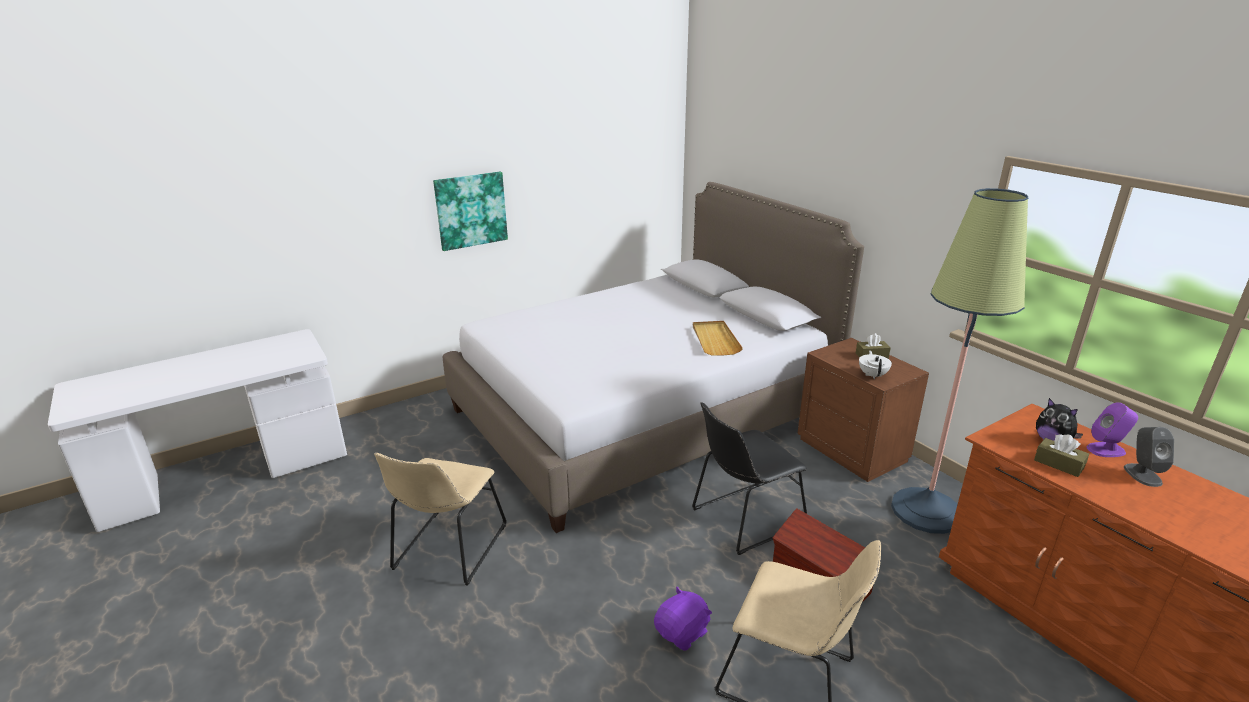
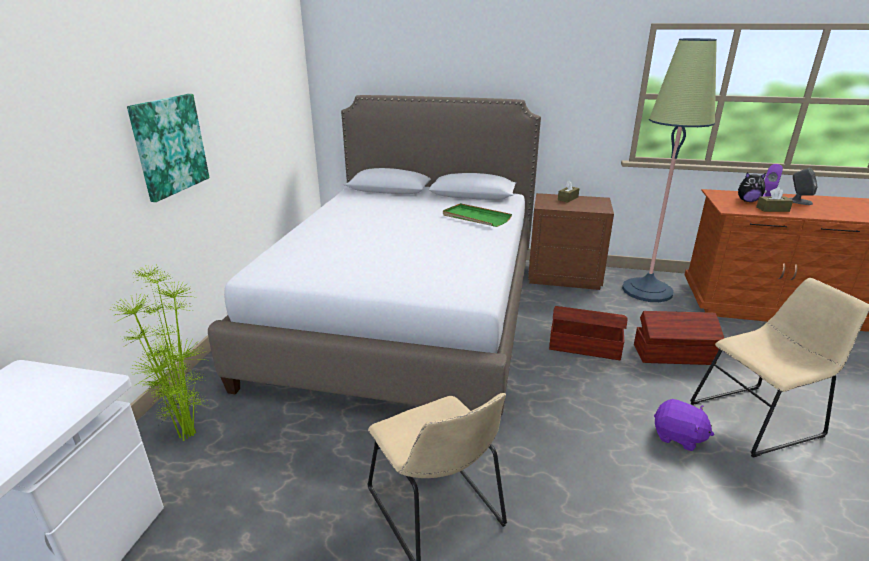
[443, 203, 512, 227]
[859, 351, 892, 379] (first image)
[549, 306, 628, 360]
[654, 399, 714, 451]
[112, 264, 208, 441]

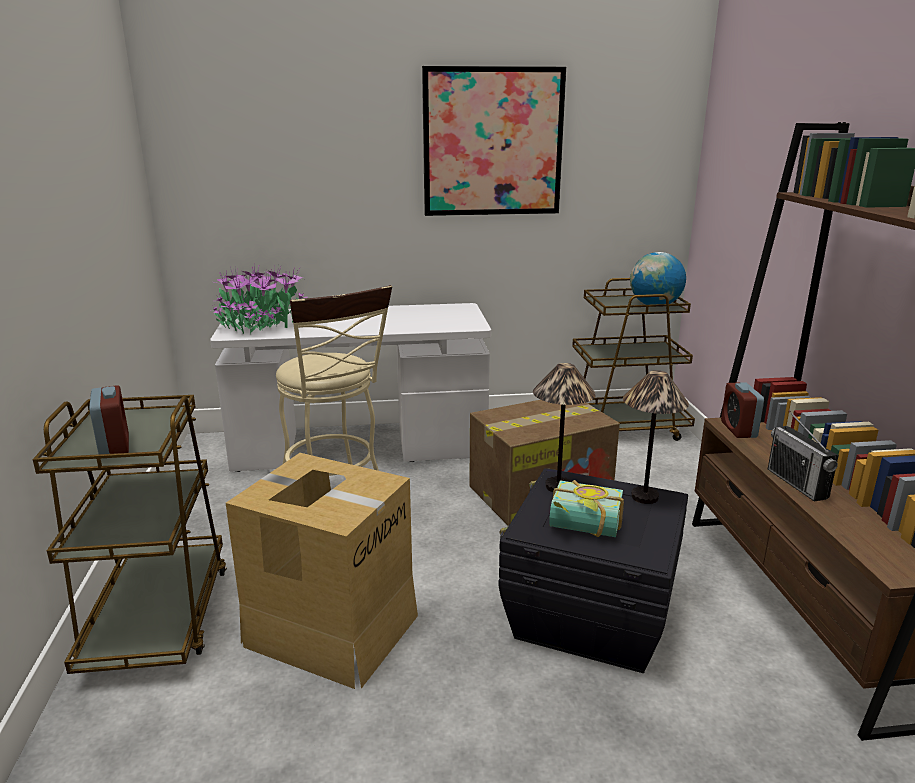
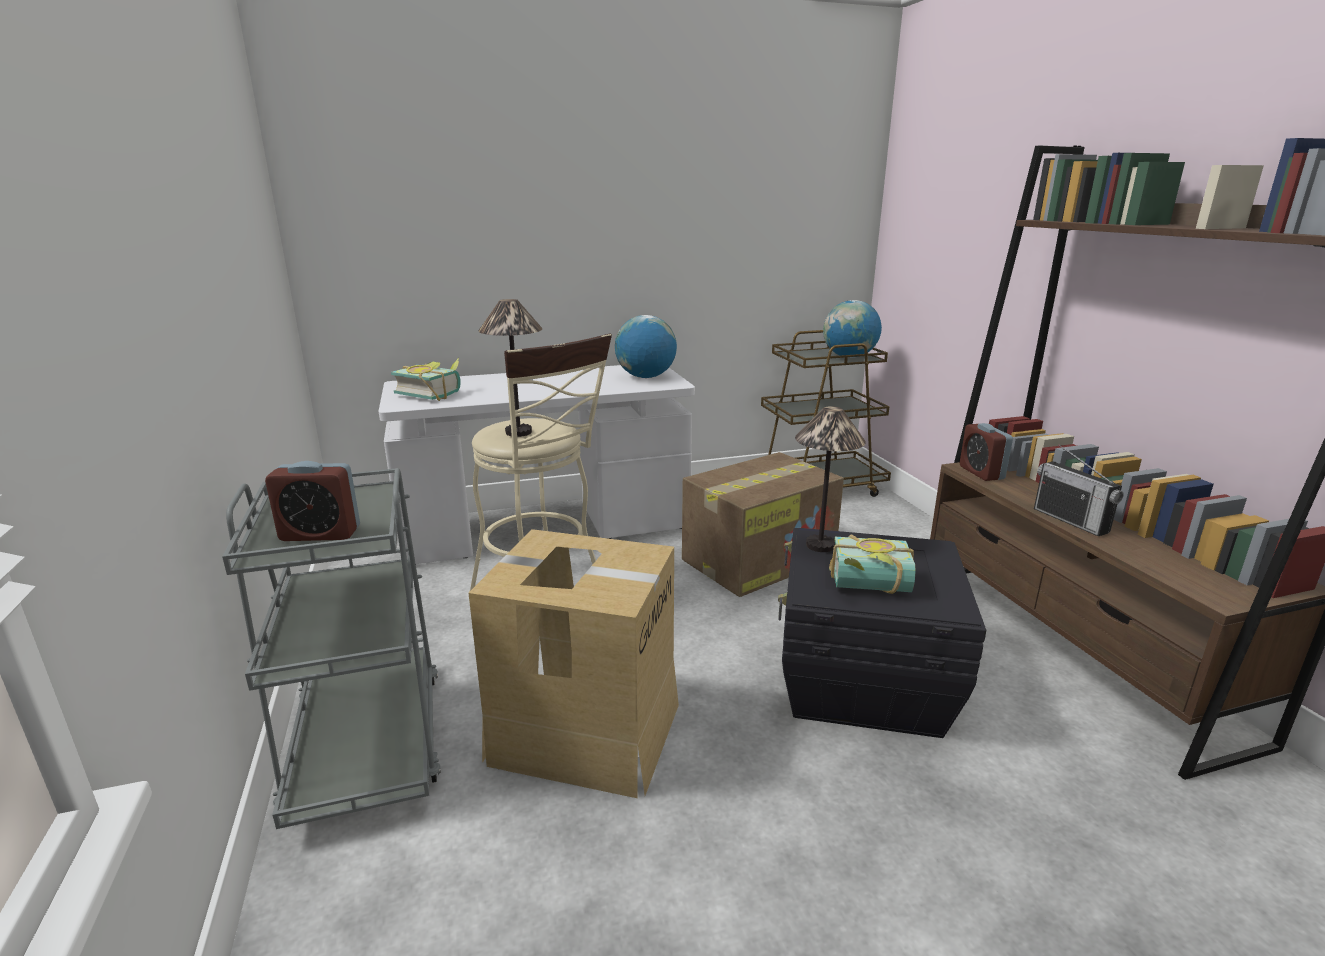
[422, 66, 566, 216] (first image)
[391, 358, 461, 401]
[478, 299, 542, 437]
[265, 461, 360, 541]
[222, 468, 441, 829]
[615, 315, 677, 378]

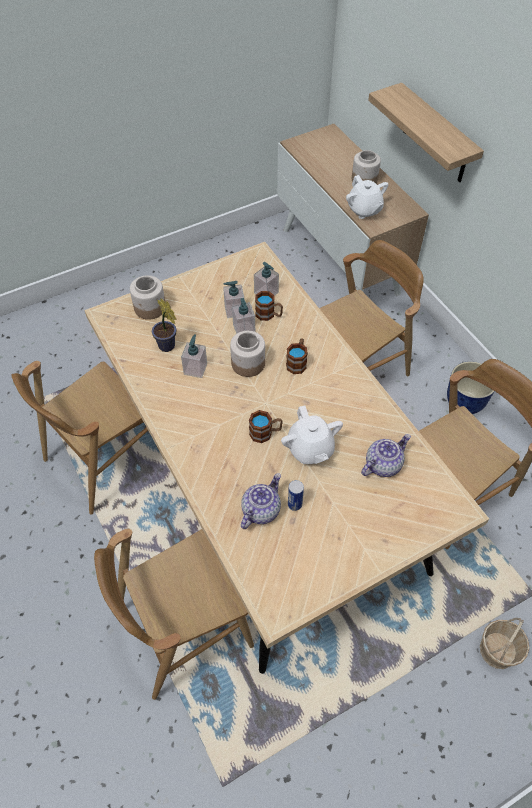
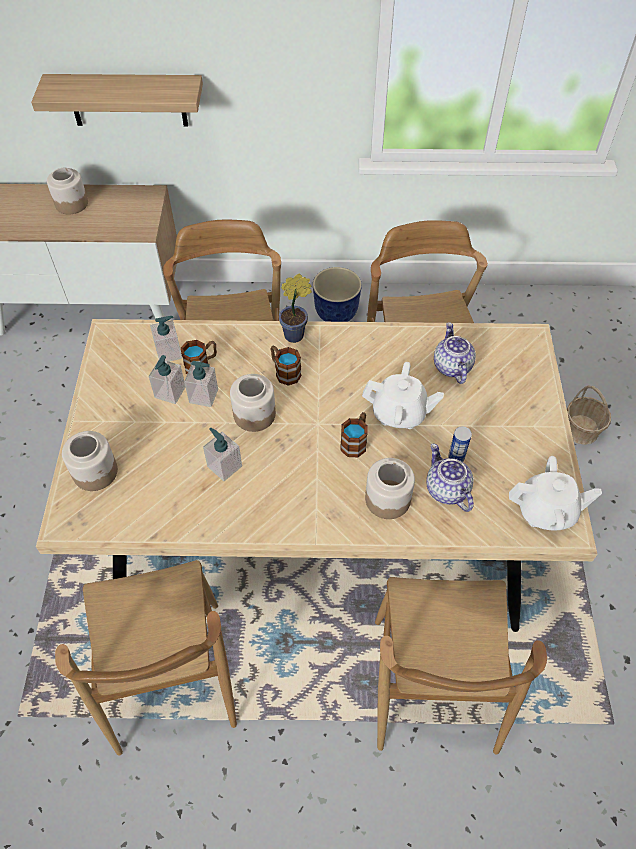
[509, 456, 602, 530]
[279, 274, 312, 343]
[365, 458, 415, 519]

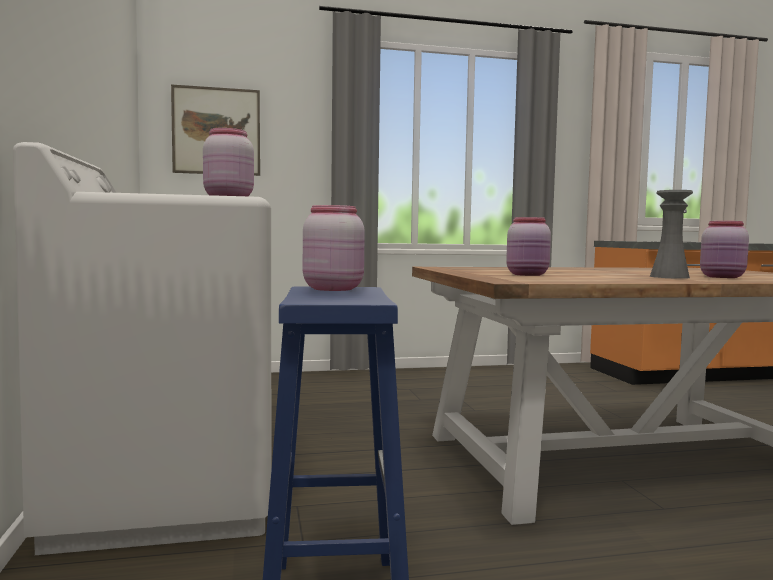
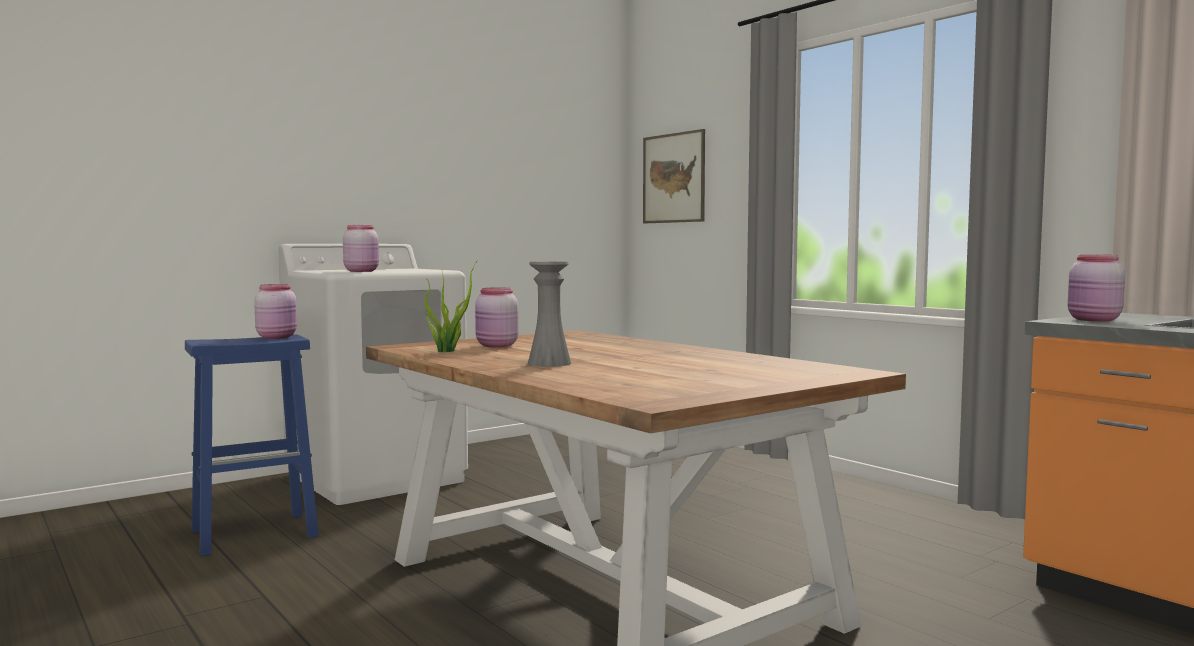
[1068, 255, 1125, 321]
[425, 261, 477, 352]

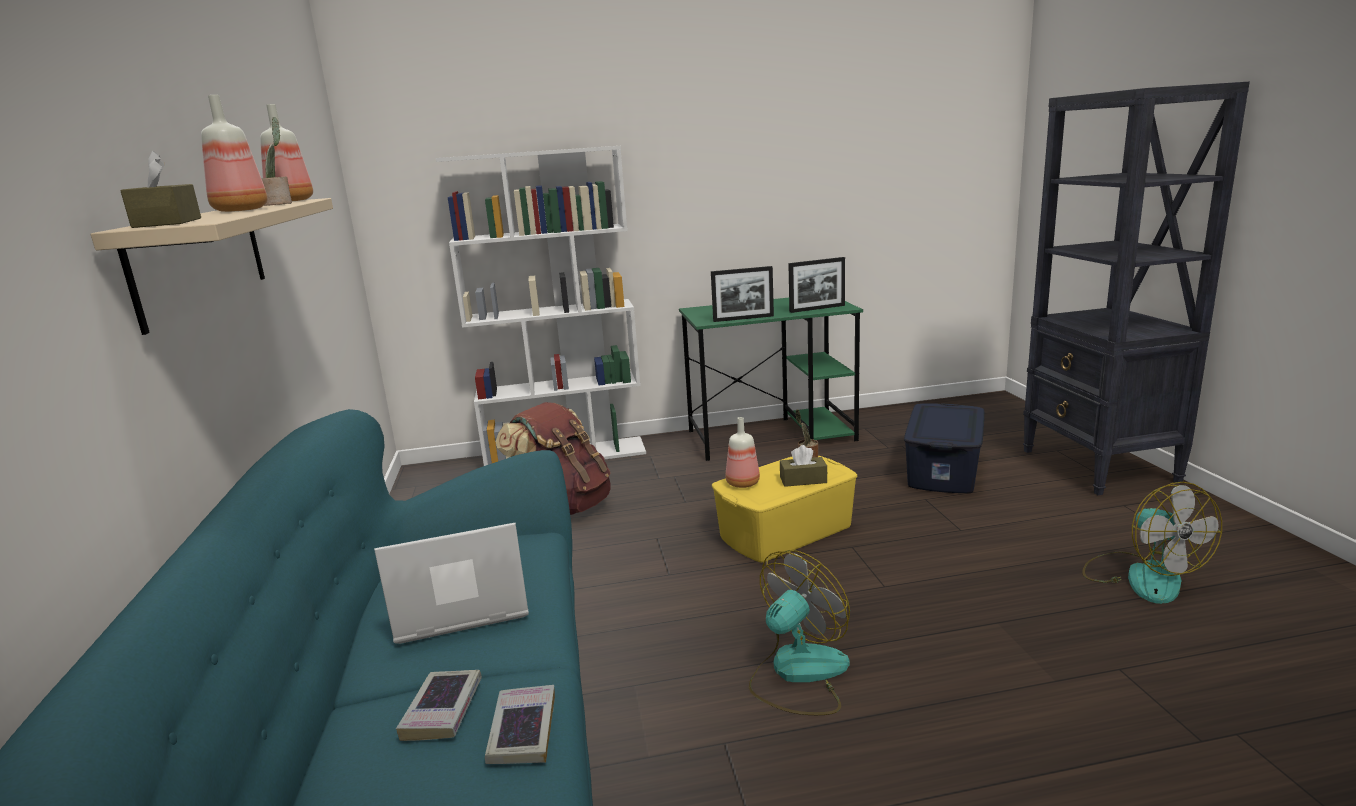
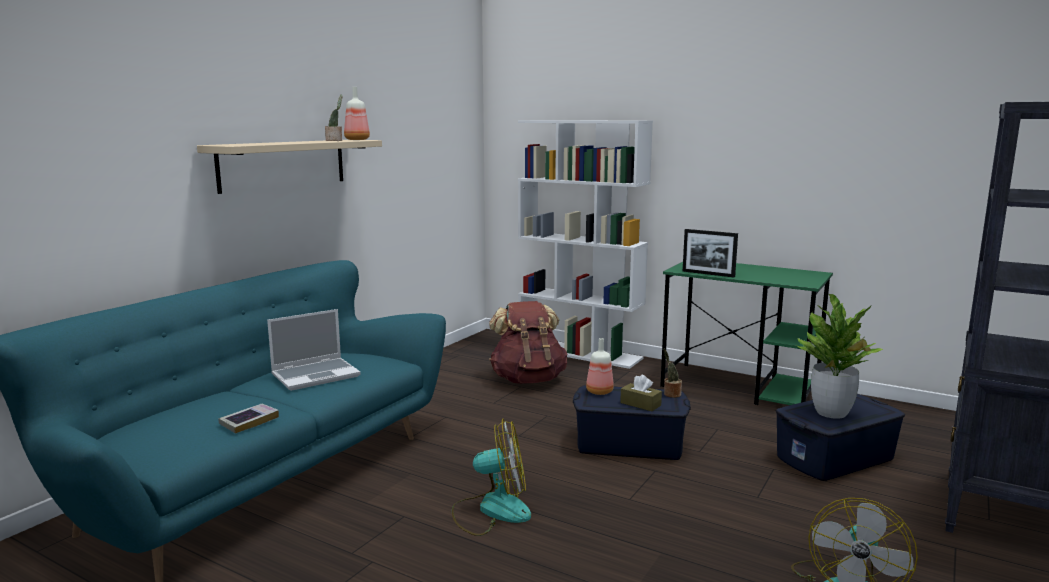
[201, 95, 267, 212] (first image)
[121, 150, 201, 228] (first image)
[788, 257, 845, 313] (first image)
[573, 385, 691, 460]
[267, 309, 361, 391]
[396, 670, 482, 741] (first image)
[797, 294, 883, 419]

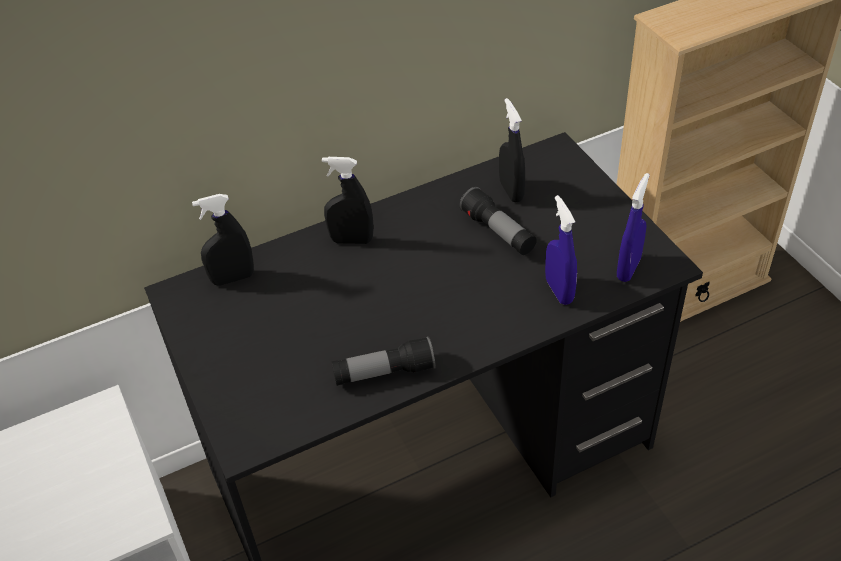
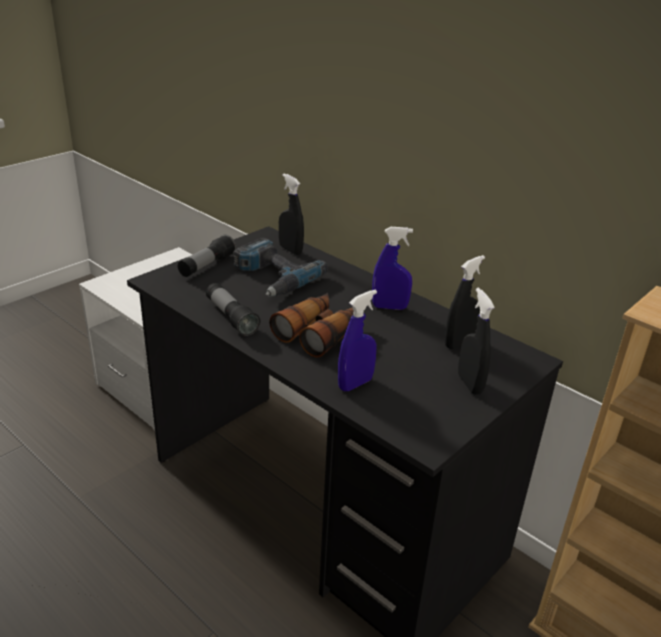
[458, 288, 495, 395]
[372, 227, 413, 310]
[178, 235, 236, 277]
[233, 238, 328, 297]
[269, 293, 354, 357]

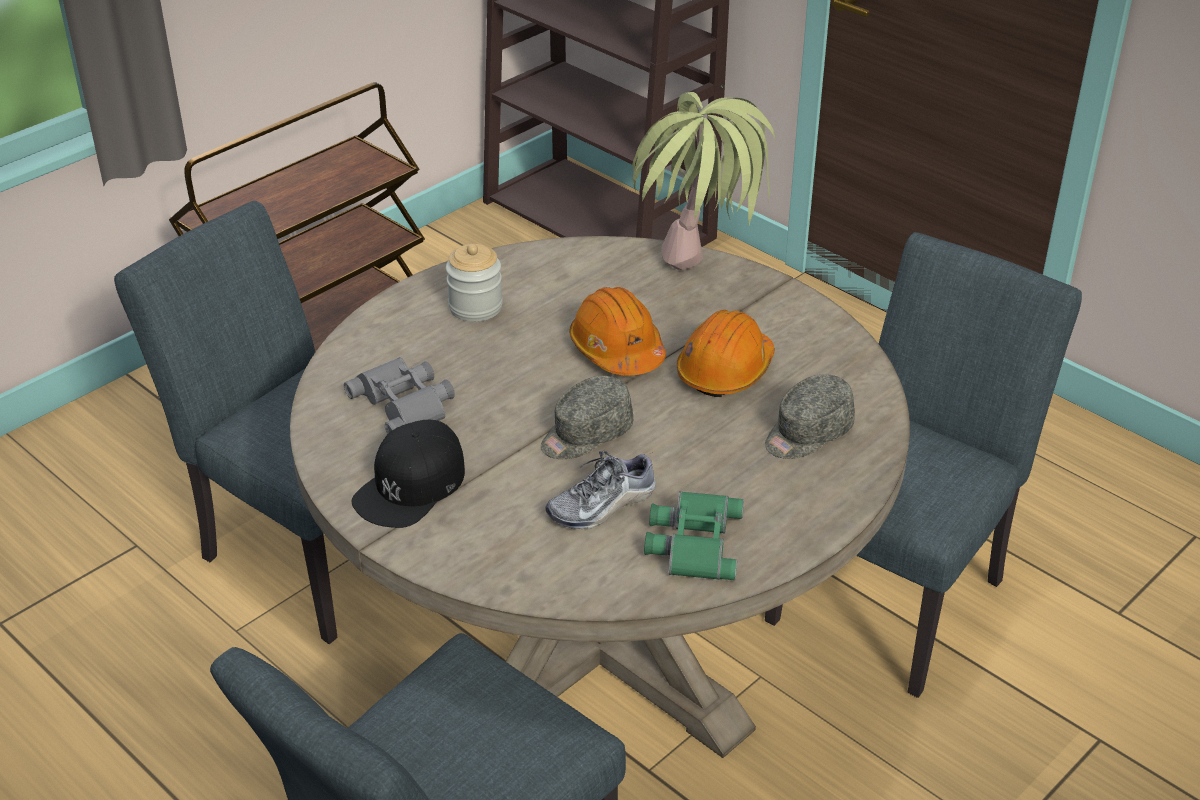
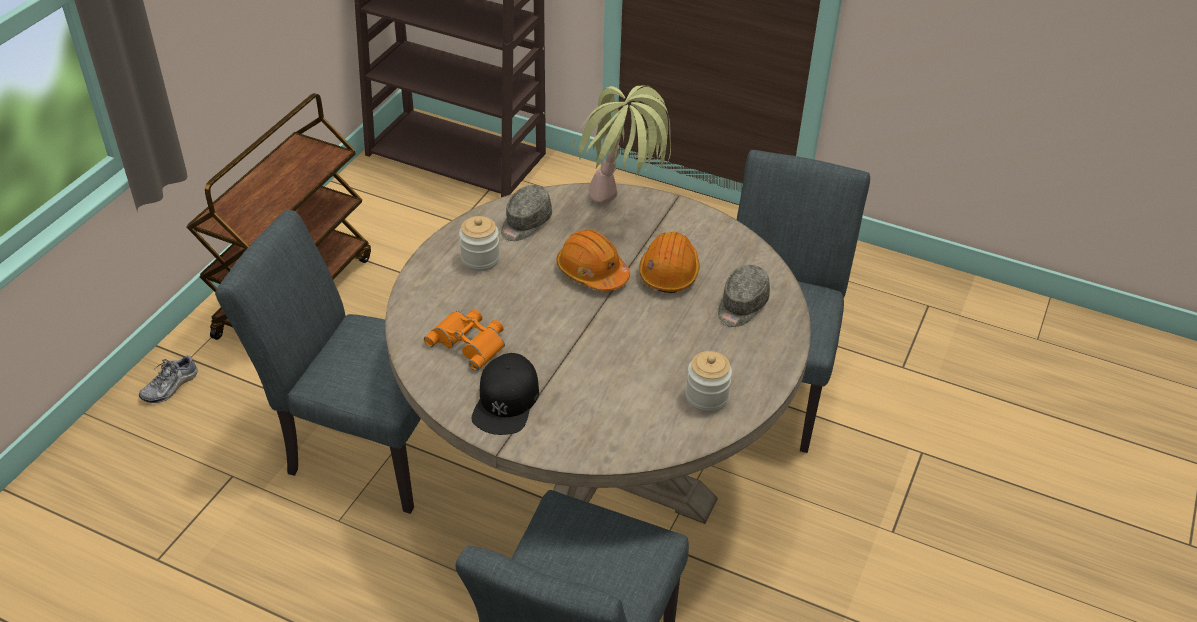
[424, 309, 505, 371]
[501, 185, 552, 241]
[139, 355, 198, 403]
[686, 351, 732, 413]

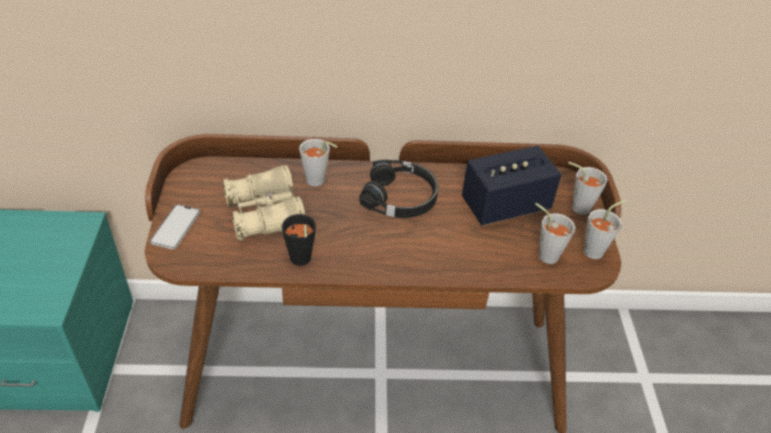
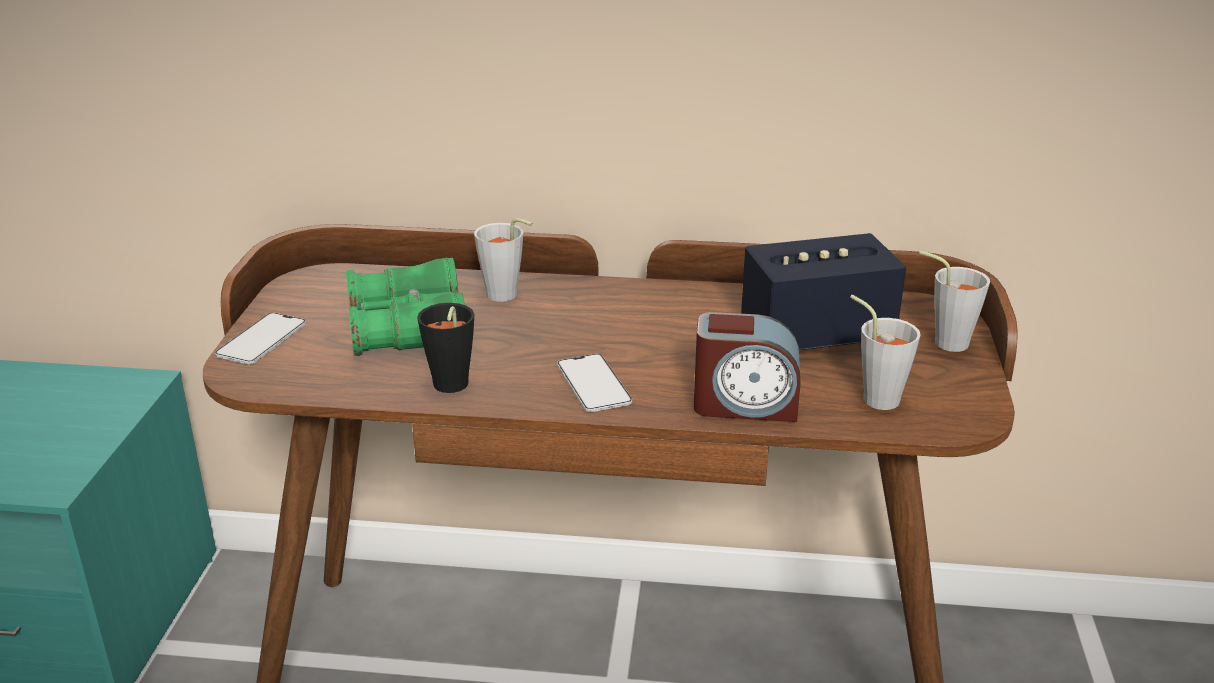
[359, 160, 438, 218] (first image)
[346, 258, 465, 356]
[583, 200, 627, 259] (first image)
[694, 312, 801, 422]
[557, 354, 632, 412]

